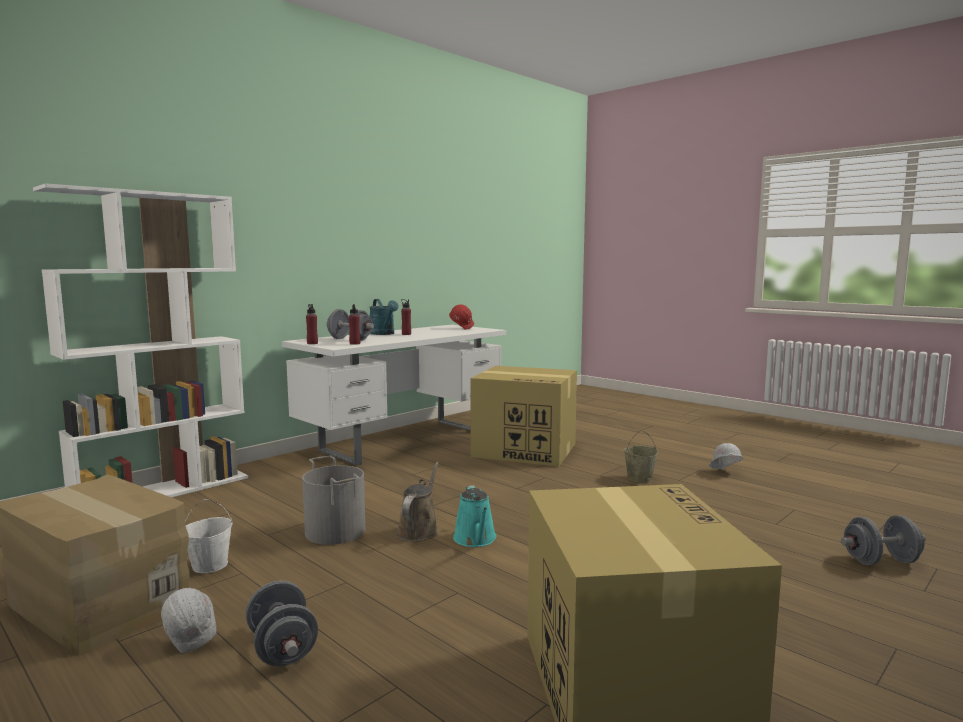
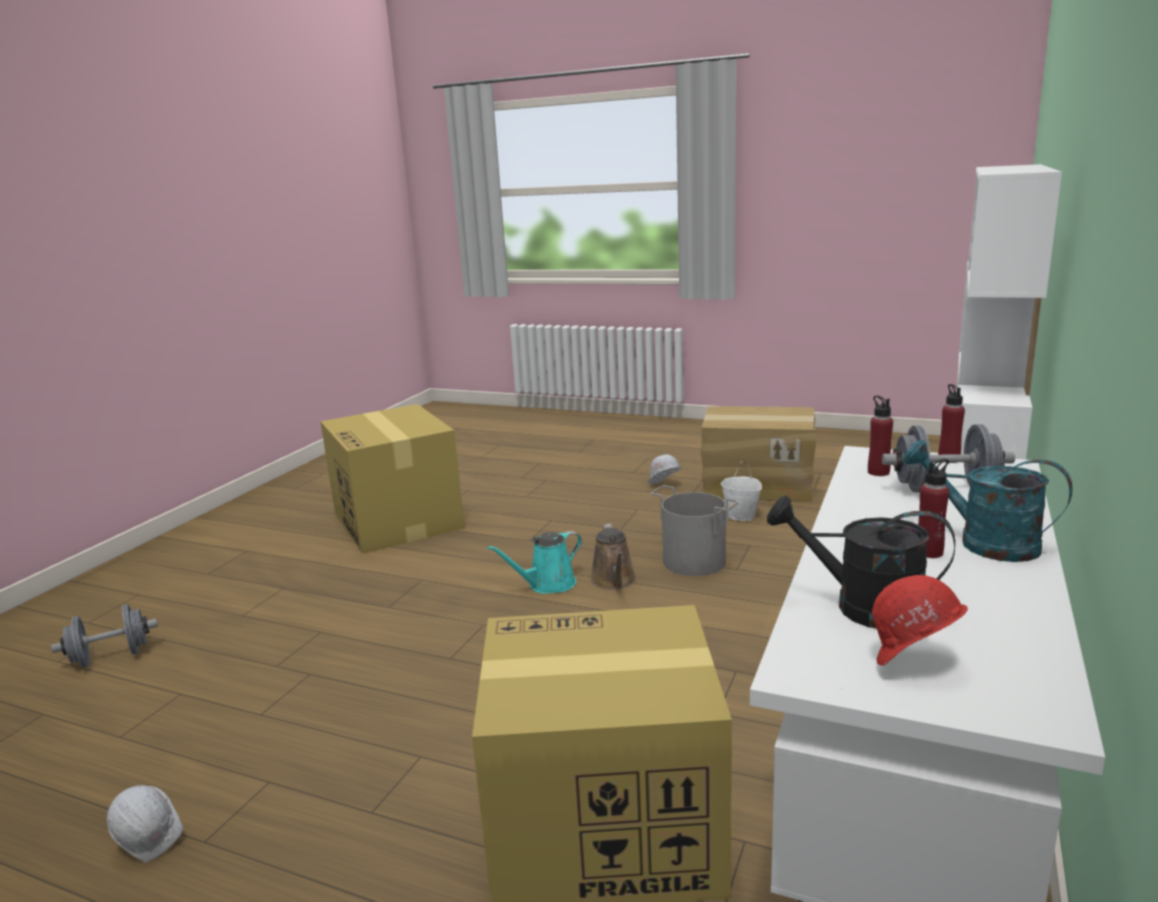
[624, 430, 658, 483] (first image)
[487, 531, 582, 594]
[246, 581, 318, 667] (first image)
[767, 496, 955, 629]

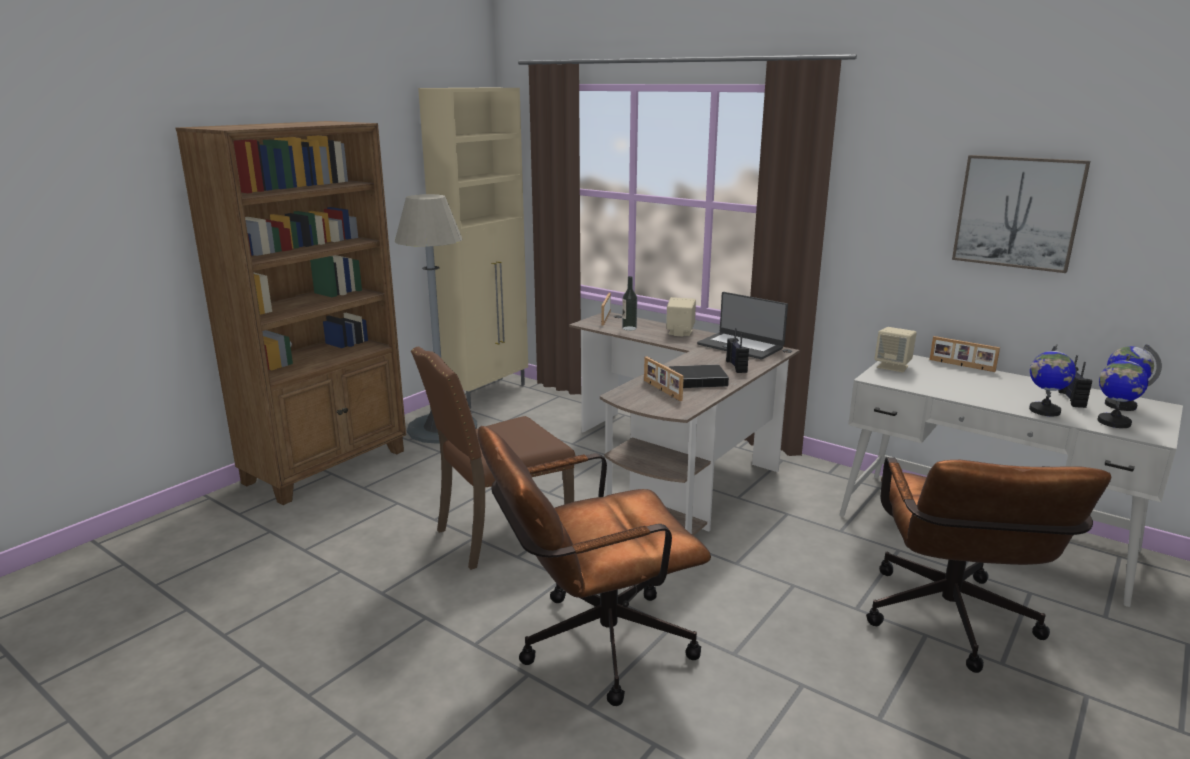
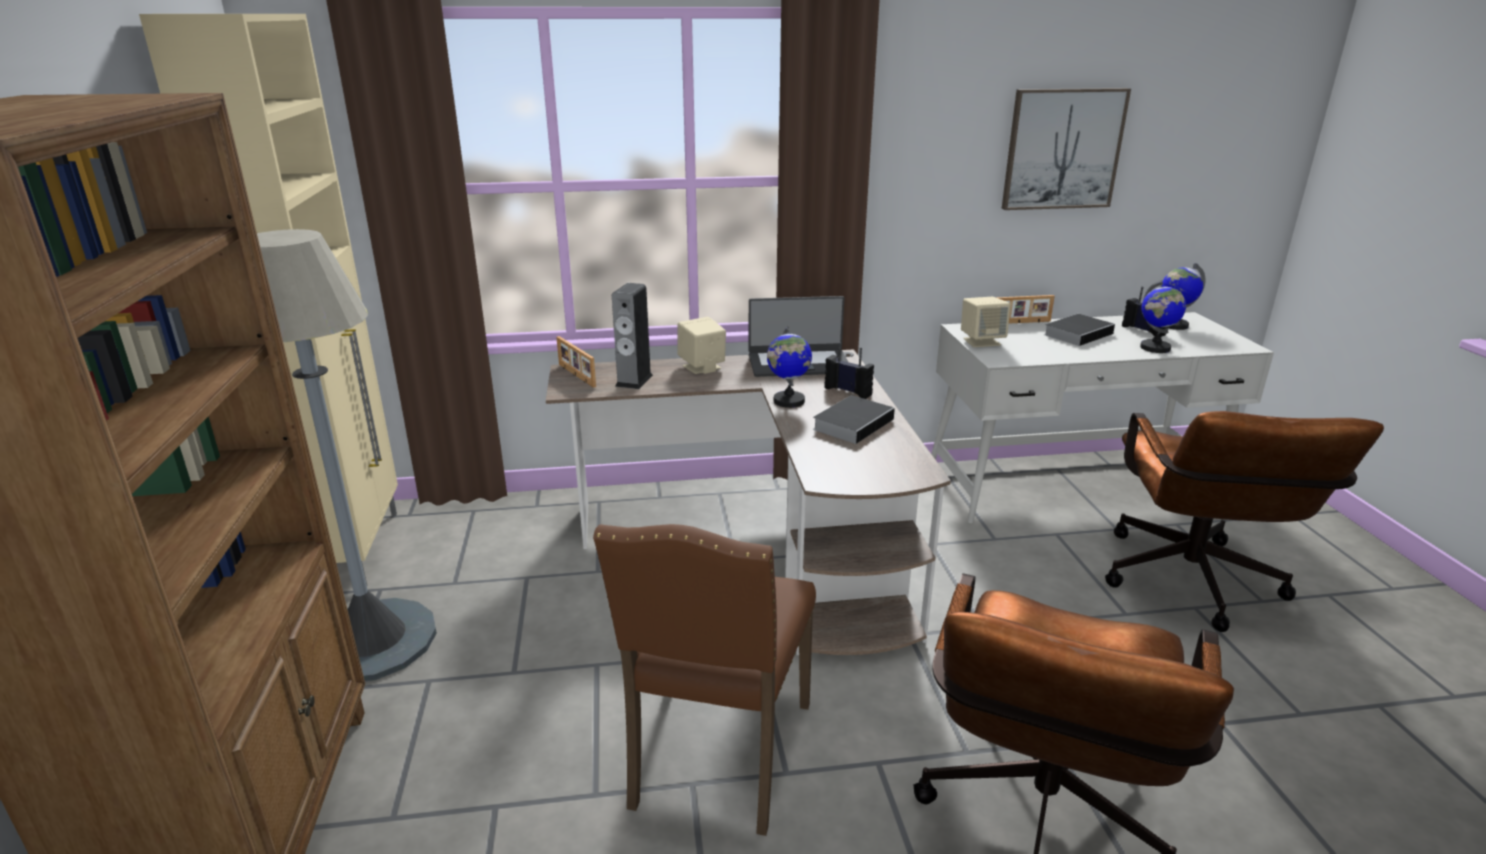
[612, 283, 653, 389]
[767, 326, 812, 408]
[644, 356, 684, 401] (first image)
[1105, 411, 1384, 632]
[1044, 314, 1115, 346]

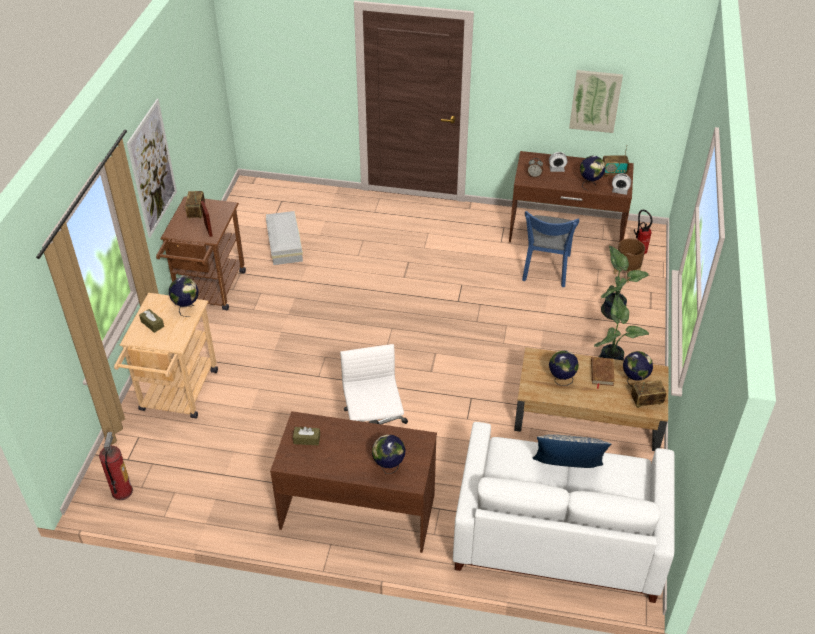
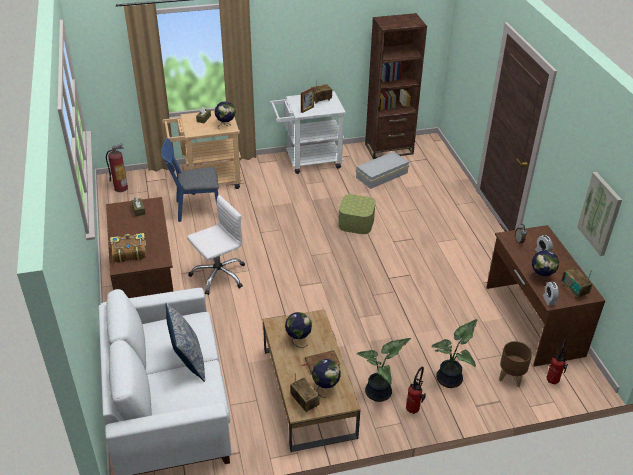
[127, 99, 177, 238] (first image)
[269, 91, 346, 174]
[161, 138, 219, 222]
[110, 233, 146, 263]
[365, 13, 427, 159]
[339, 194, 376, 234]
[406, 366, 426, 414]

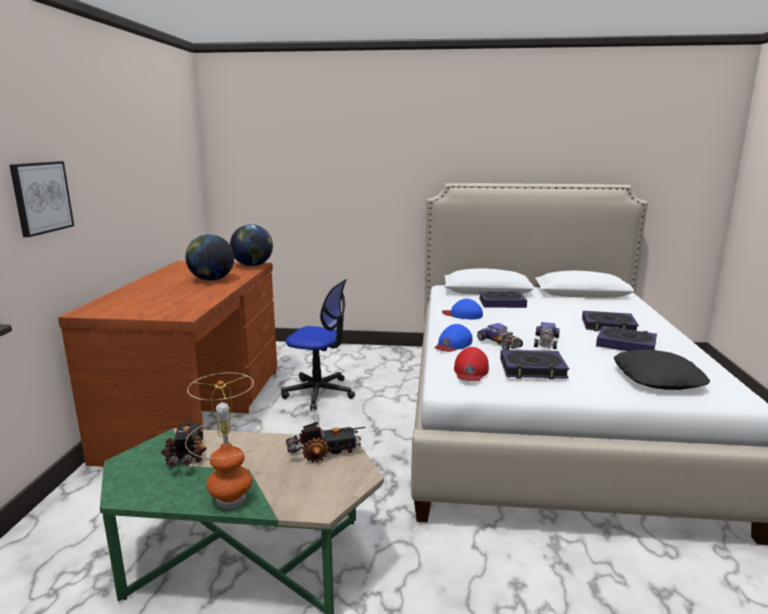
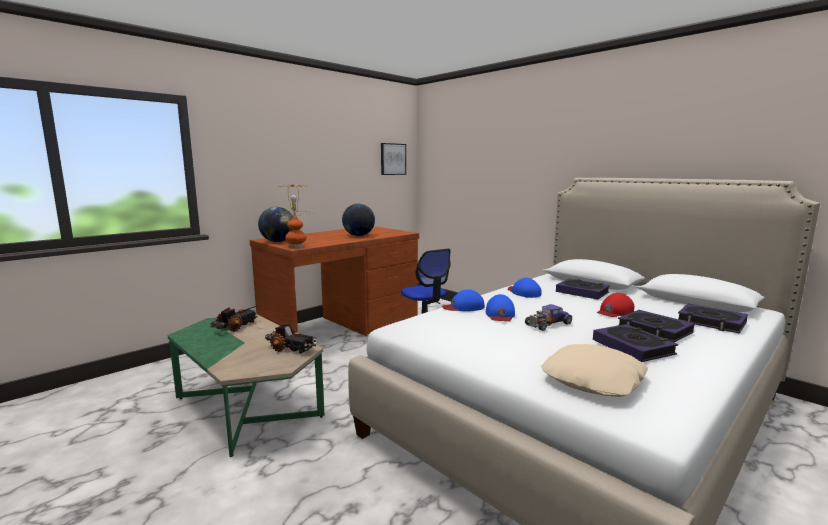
[381, 143, 406, 175]
[258, 207, 293, 242]
[486, 294, 515, 321]
[597, 293, 634, 317]
[678, 303, 748, 333]
[541, 344, 648, 397]
[276, 184, 313, 248]

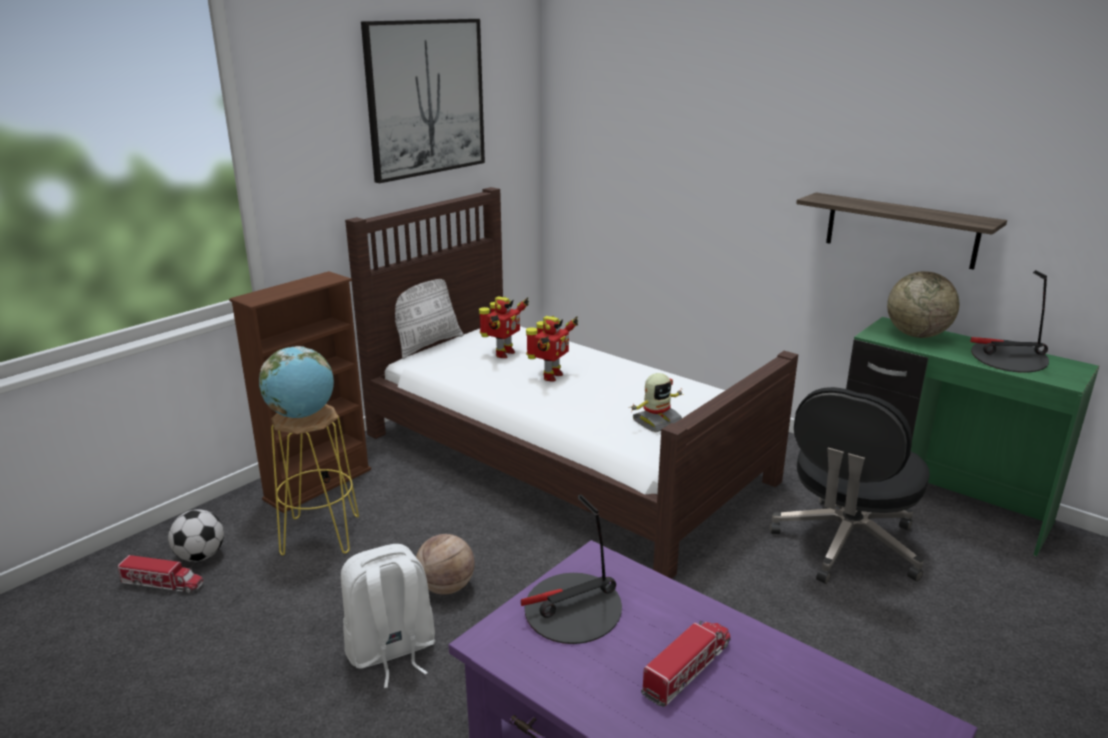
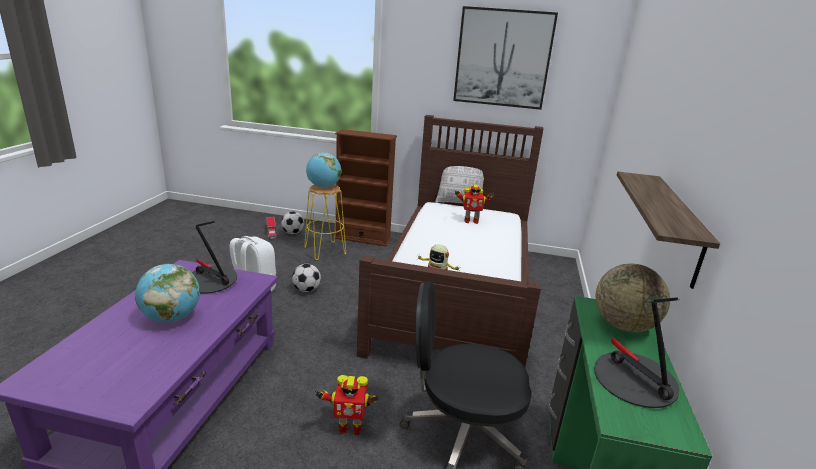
[315, 375, 379, 435]
[292, 264, 321, 292]
[135, 264, 200, 322]

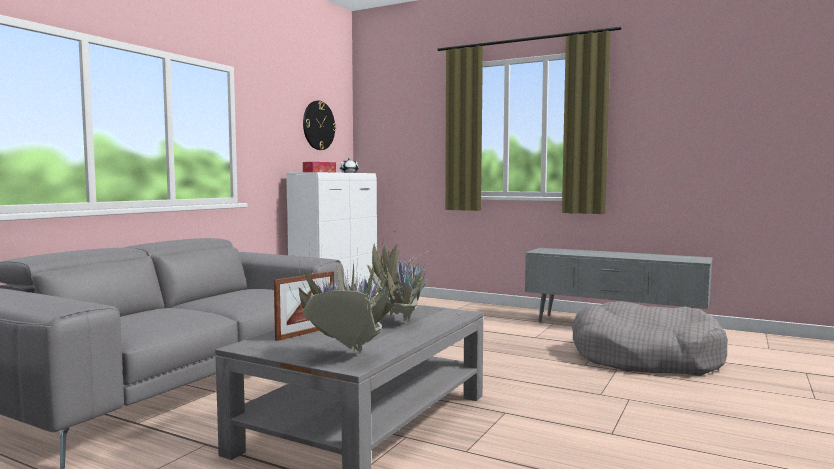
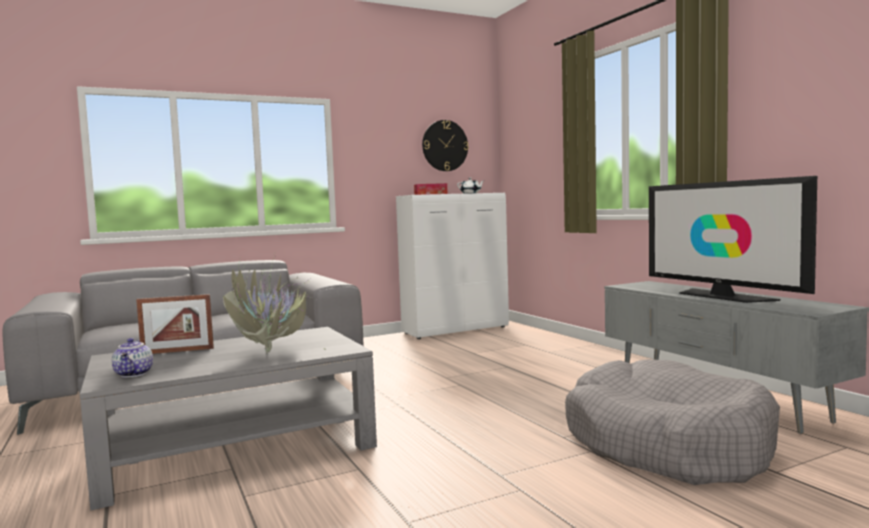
[112, 338, 153, 377]
[649, 176, 817, 303]

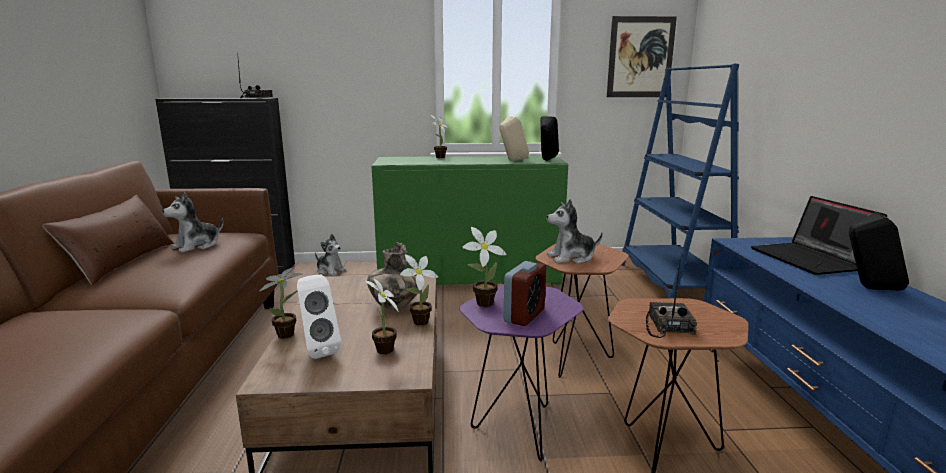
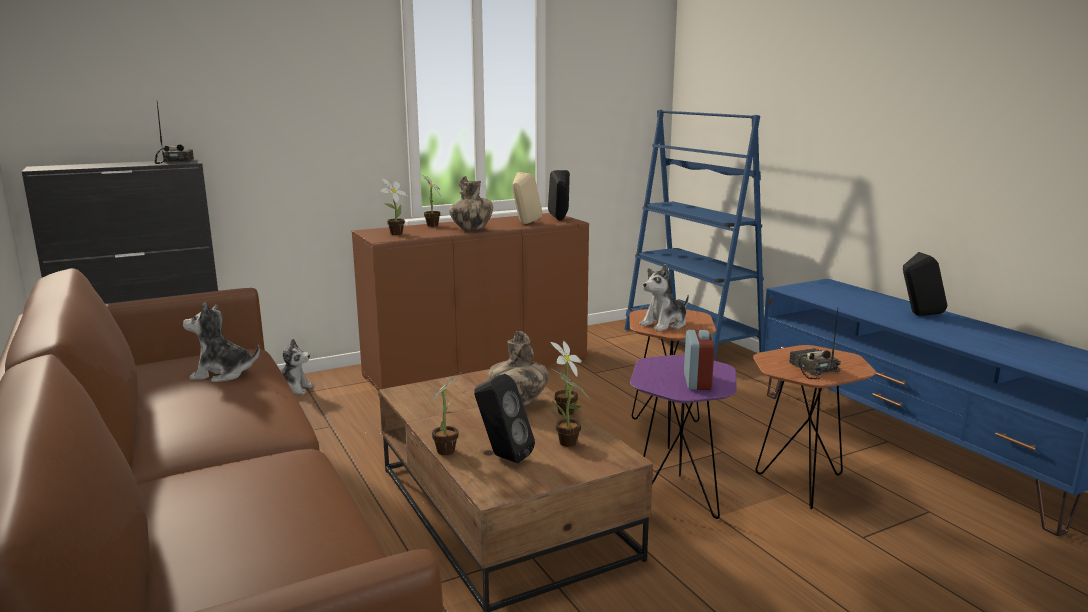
[607, 16, 677, 97] (first image)
[352, 213, 589, 395]
[183, 302, 260, 382]
[42, 195, 174, 285] (first image)
[751, 196, 887, 275] (first image)
[380, 179, 409, 235]
[474, 374, 535, 463]
[449, 176, 493, 231]

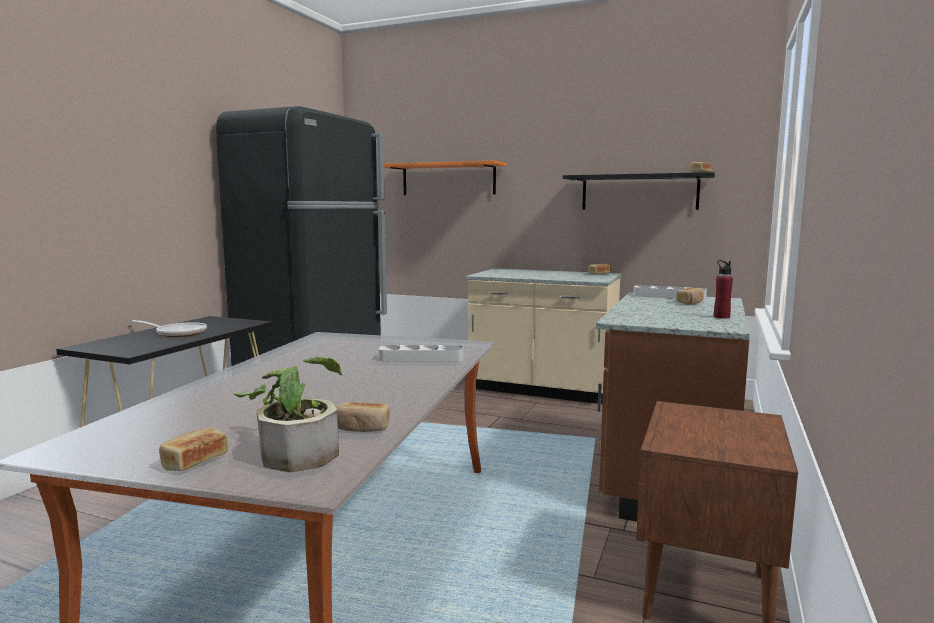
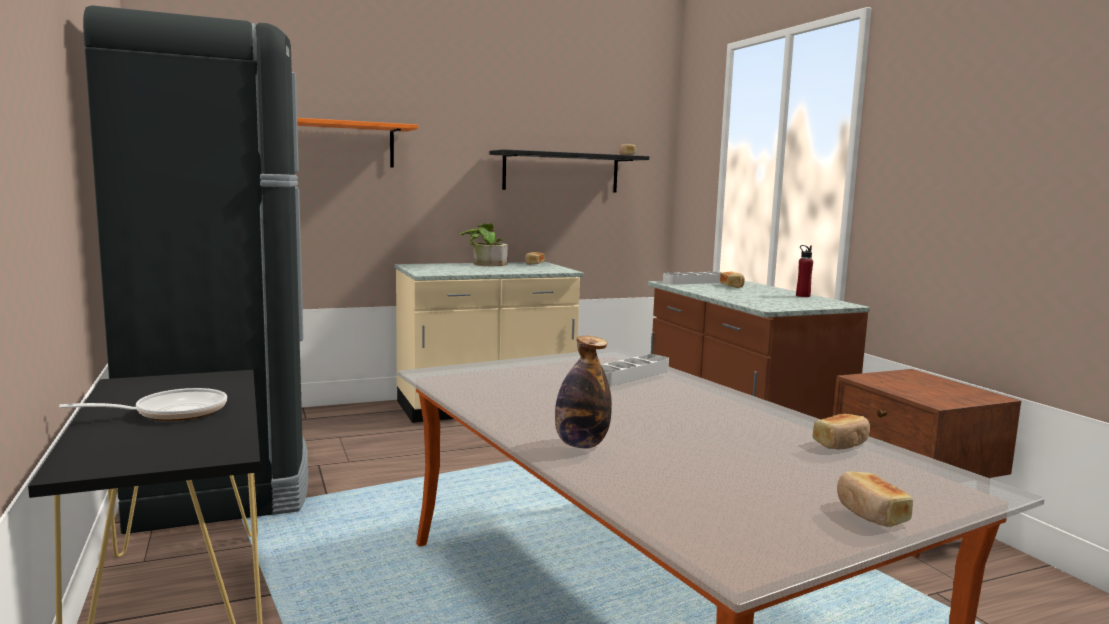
[460, 223, 508, 266]
[555, 336, 612, 449]

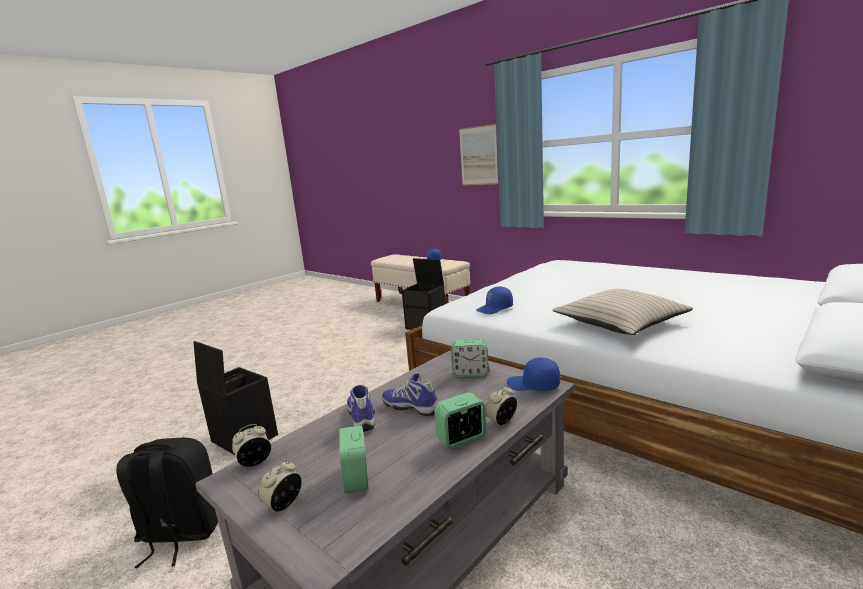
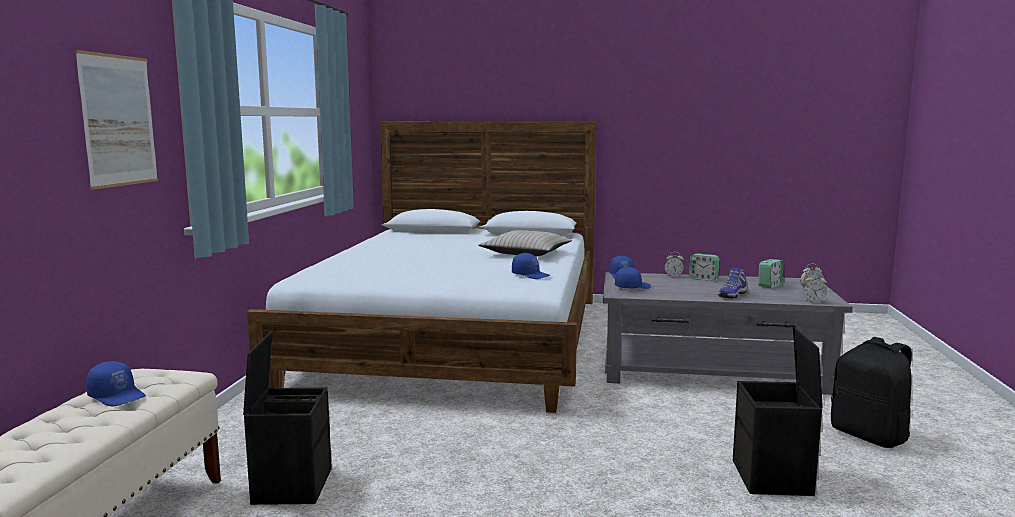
[615, 267, 651, 289]
[382, 373, 438, 416] (first image)

